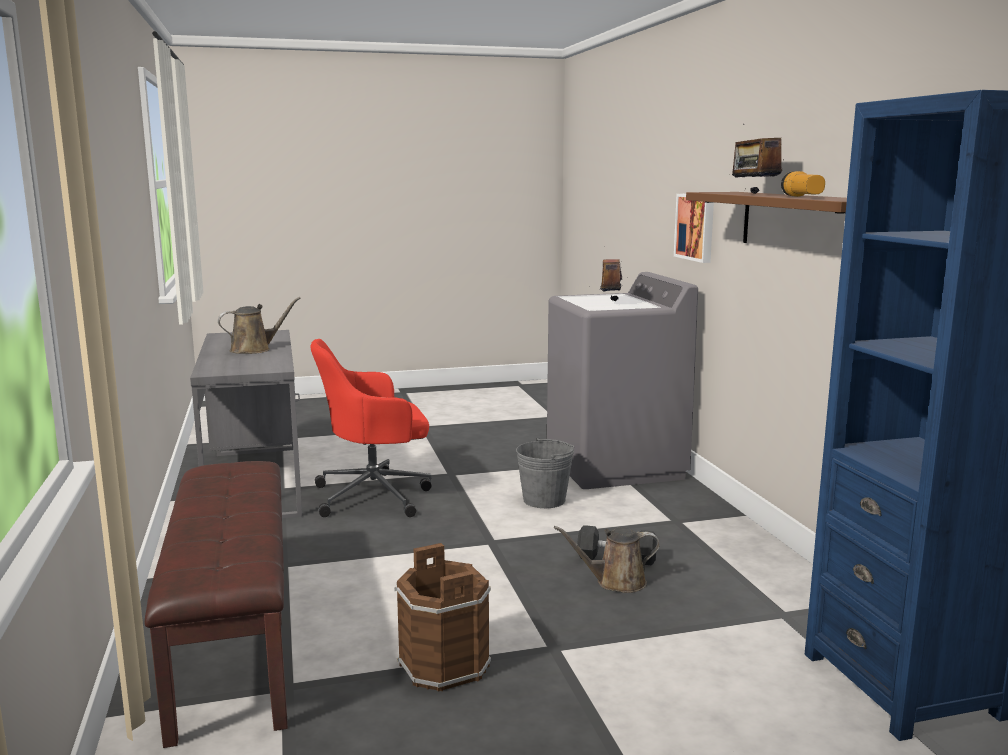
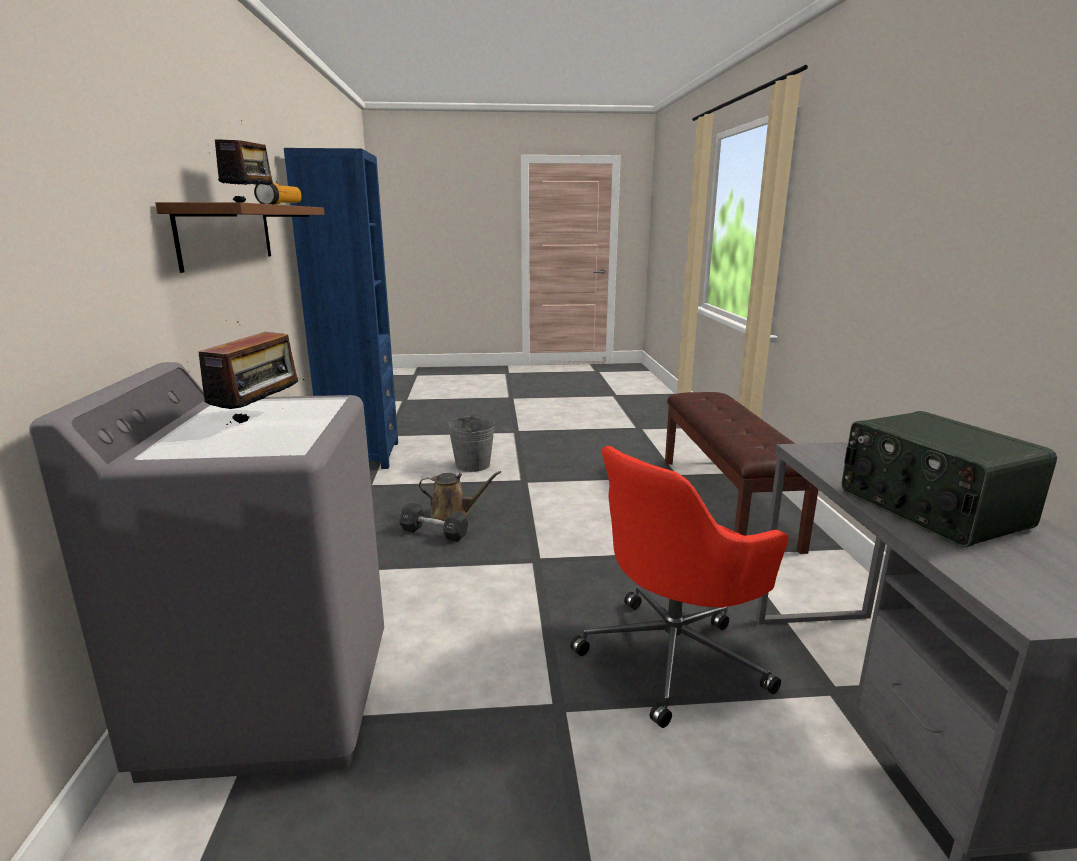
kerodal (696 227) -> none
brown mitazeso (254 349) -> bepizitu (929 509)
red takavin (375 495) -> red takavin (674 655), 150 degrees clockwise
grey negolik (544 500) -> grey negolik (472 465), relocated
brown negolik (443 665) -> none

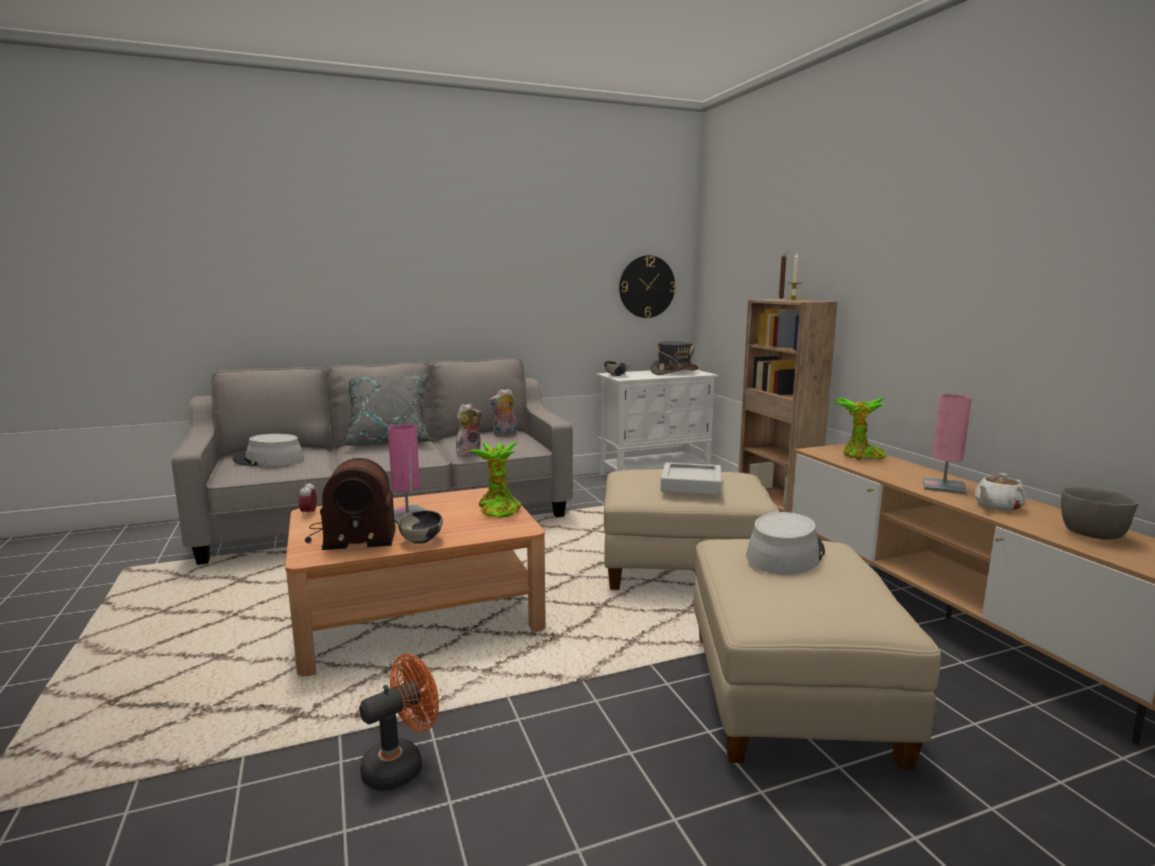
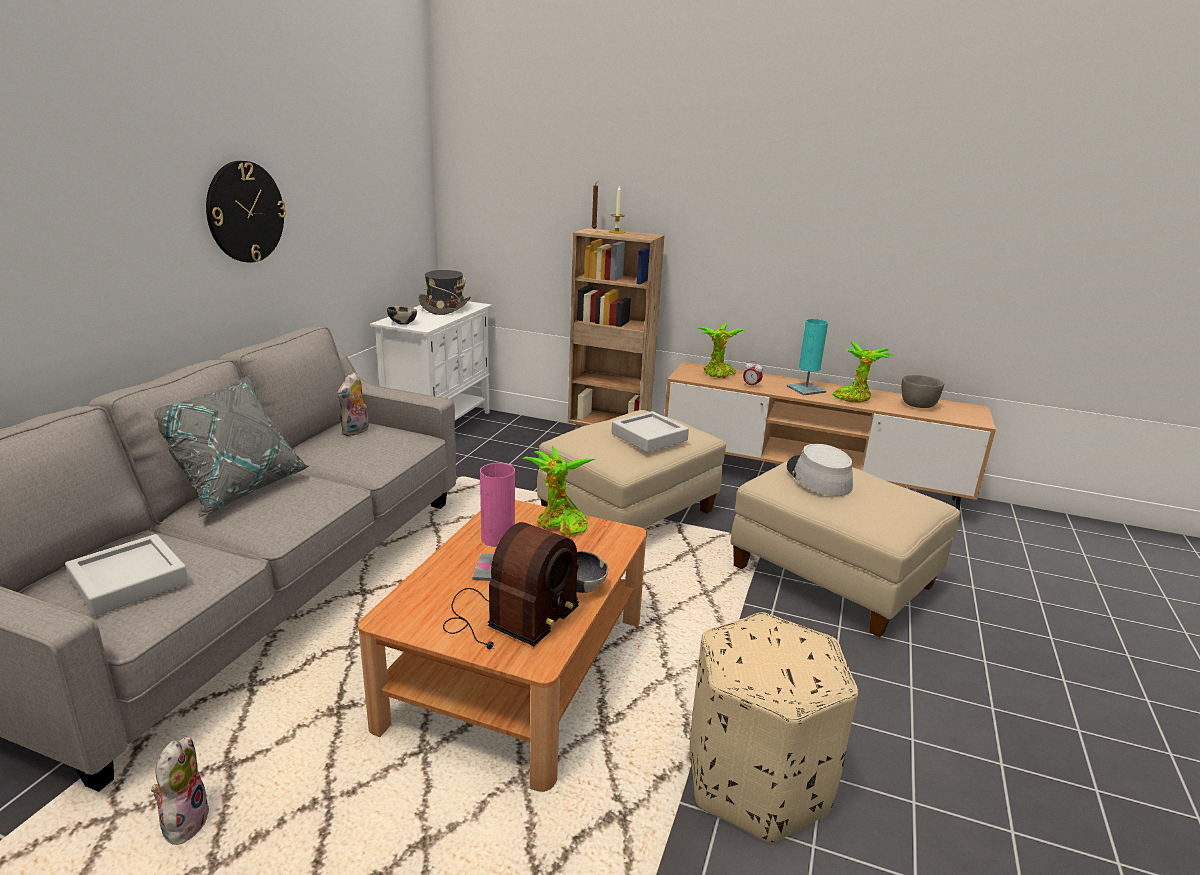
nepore (646 286) -> nepore (245 212), relocated
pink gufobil (943 486) -> turquoise gufobil (806 389)
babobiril (468 453) -> babobiril (185 821), relocated
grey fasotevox (268 460) -> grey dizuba (129 581)
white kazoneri (997 506) -> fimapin (854 398)
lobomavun (309 513) -> lobomavun (751 386), relocated
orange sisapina (401 765) -> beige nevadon (755 781)

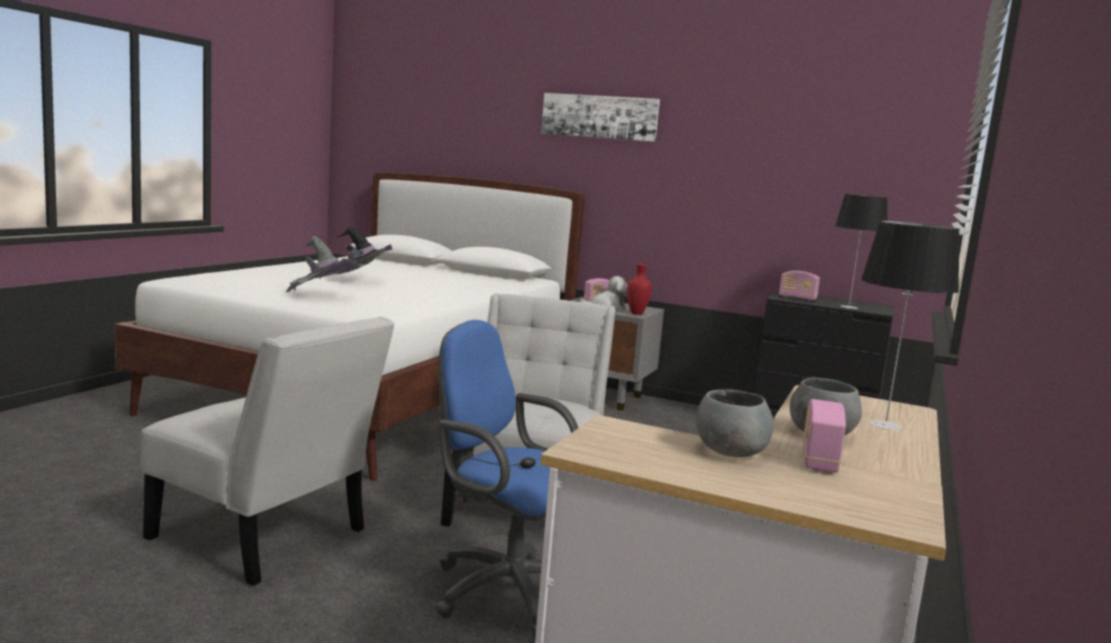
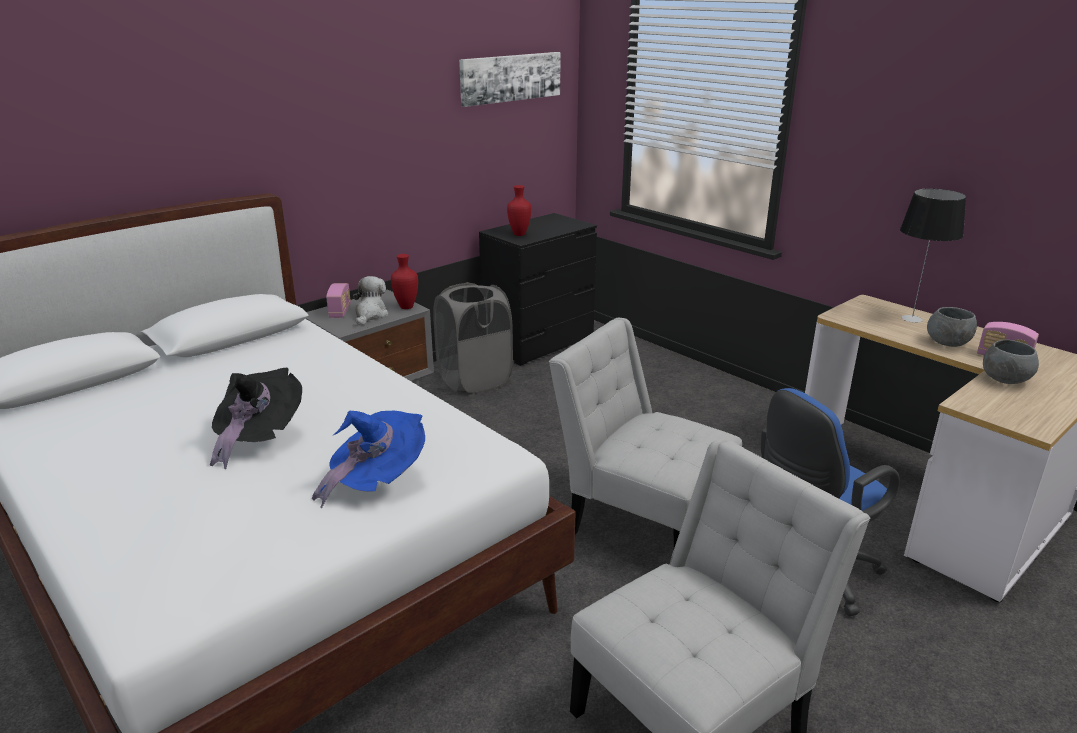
kerodal (599 117) -> kerodal (510 78), relocated
gufobil (849 307) -> none
grey fasotevox (323 297) -> blue fasotevox (376 480)
bepizitu (797 298) -> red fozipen (519 234)
none -> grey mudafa (474 380)

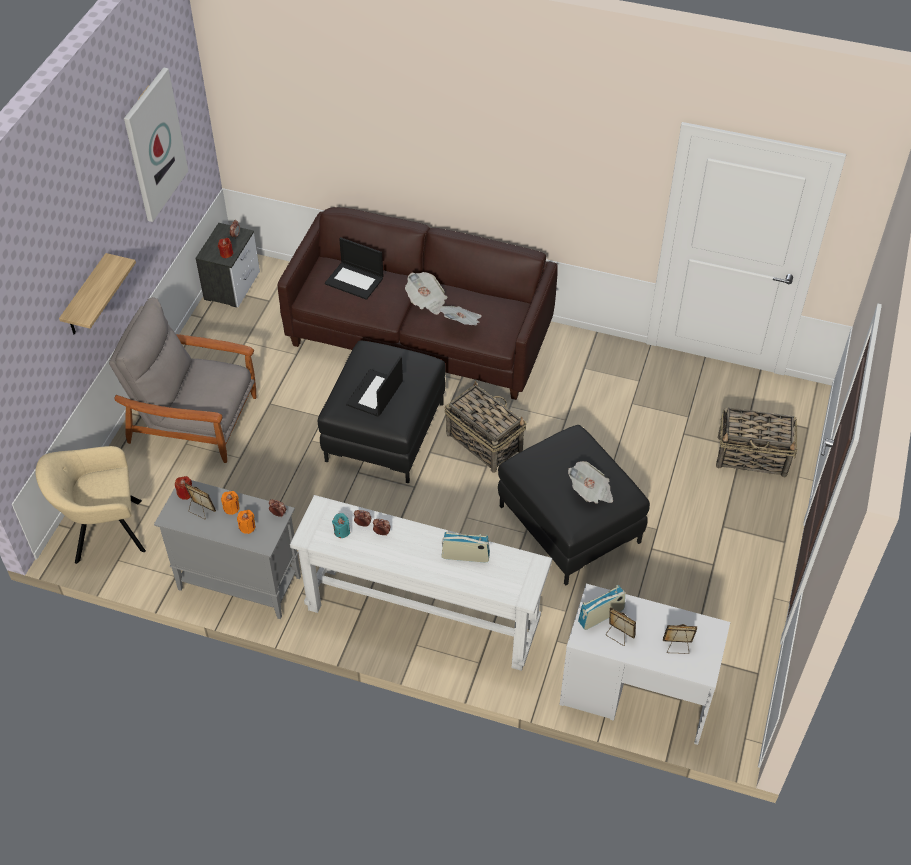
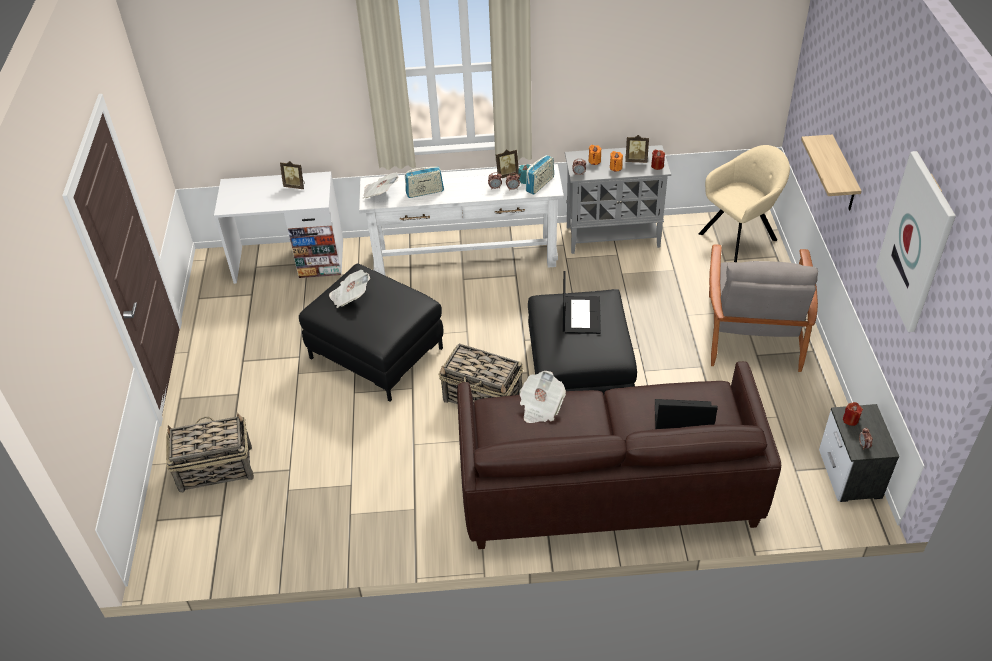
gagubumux (426 301) -> gagubumux (380 194), relocated
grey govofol (194 420) -> grey govofol (753 331), 105 degrees clockwise
bepizitu (601 616) -> bepizitu (540 184), relocated
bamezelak (677 647) -> bamezelak (506 174), relocated

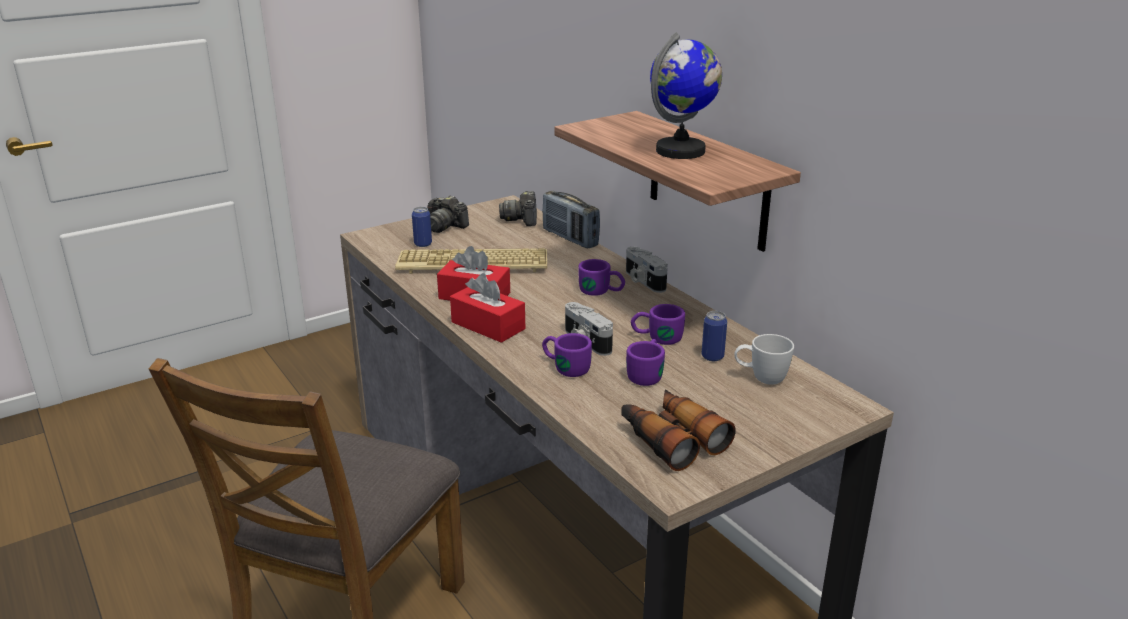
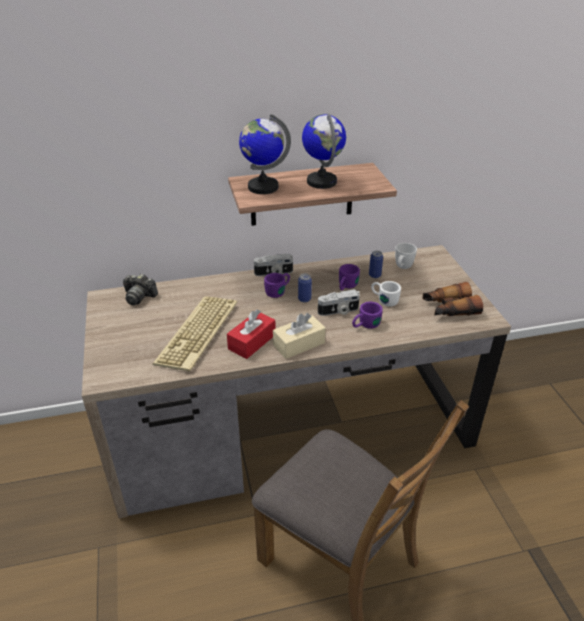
bepizitu (570 238) -> none
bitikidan (444 226) -> none
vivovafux (423 244) -> vivovafux (304 299), relocated
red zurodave (488 325) -> beige zurodave (299 344)
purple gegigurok (647 373) -> white gegigurok (383 299)
none -> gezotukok (262 187)

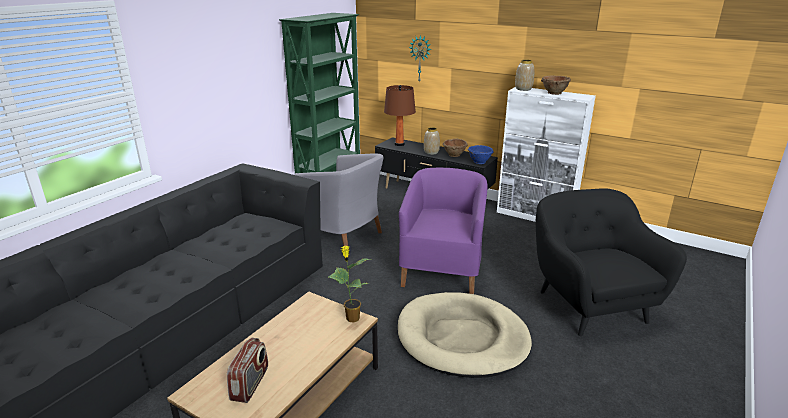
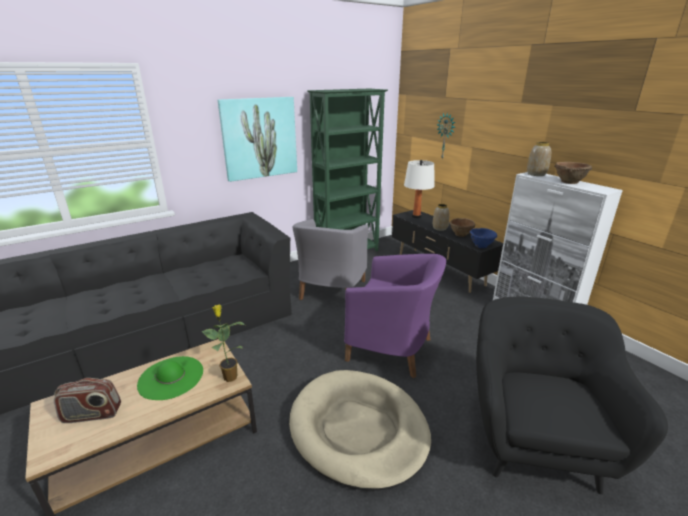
brown gufobil (399 144) -> white gufobil (416 216)
grey govofol (344 235) -> grey govofol (331 290), 45 degrees clockwise
purple govofol (442 271) -> purple govofol (392 349), 75 degrees clockwise
bepizitu (250 384) -> bepizitu (92 415), 45 degrees clockwise
none -> kerodal (259 138)
none -> green fasotevox (171 377)

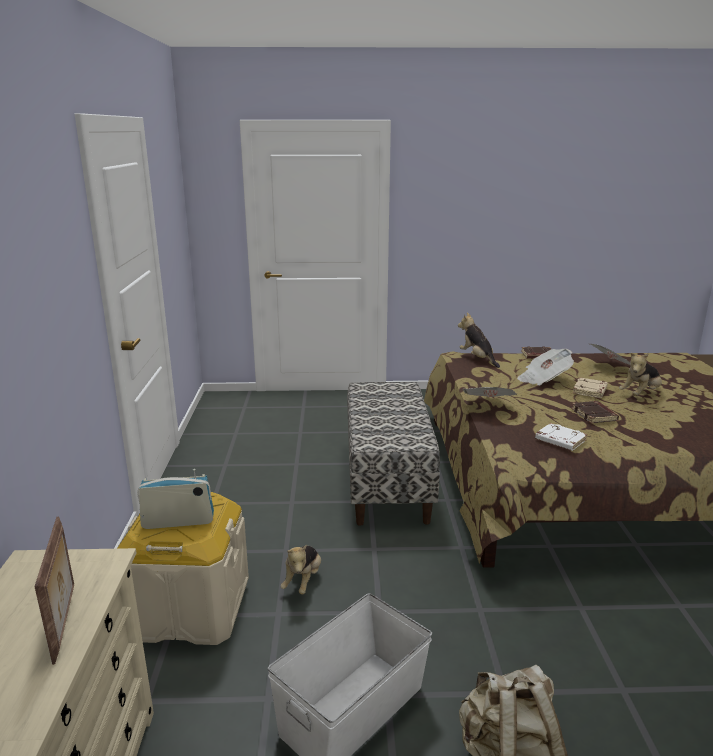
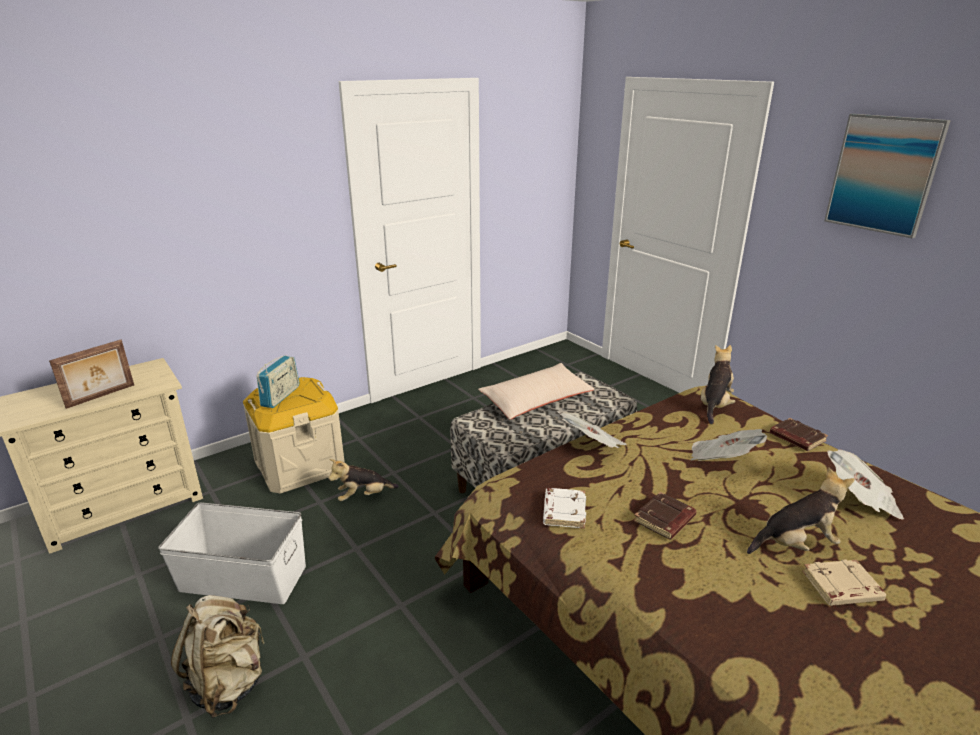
babobiril (640 394) -> babobiril (795 544), 150 degrees clockwise
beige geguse (590 391) -> beige geguse (841 588), relocated
bepizitu (178 522) -> bepizitu (281 396), 60 degrees clockwise
none -> kerodal (883 174)
none -> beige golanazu (536 400)

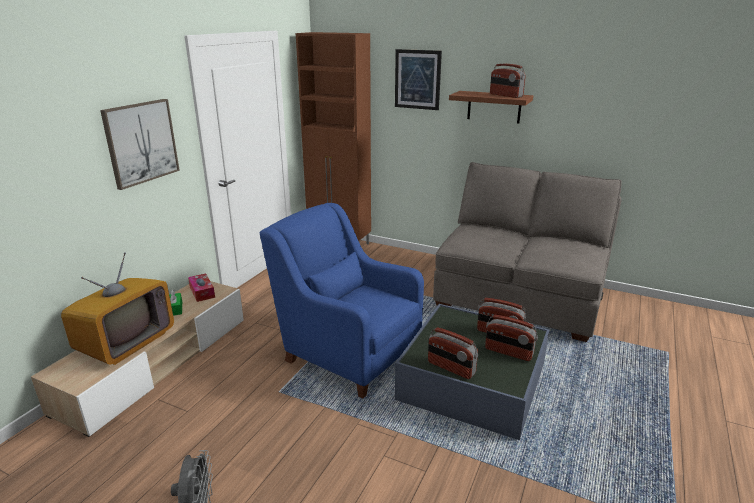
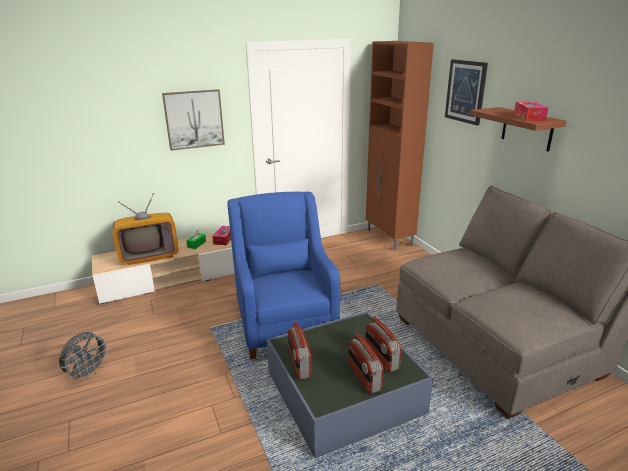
bepizitu (505 95) -> zurodave (529 117)

